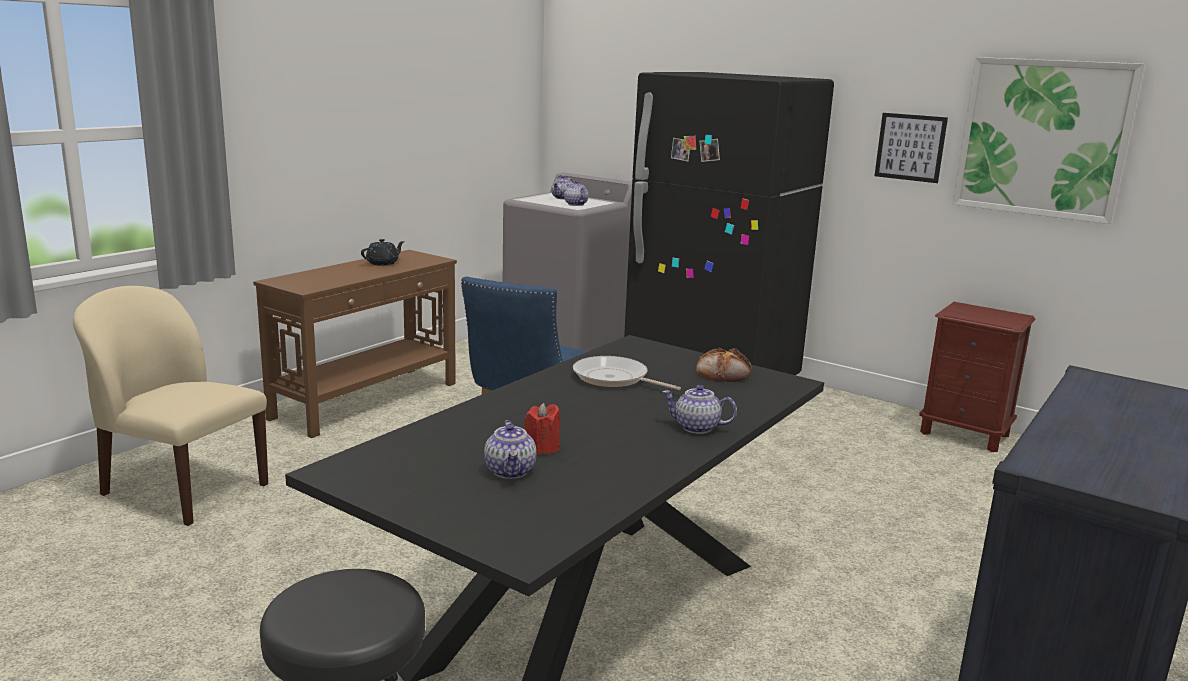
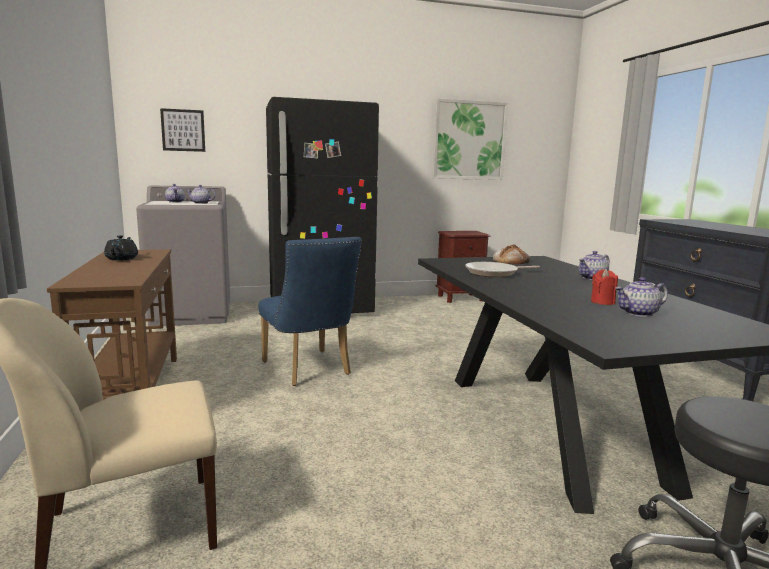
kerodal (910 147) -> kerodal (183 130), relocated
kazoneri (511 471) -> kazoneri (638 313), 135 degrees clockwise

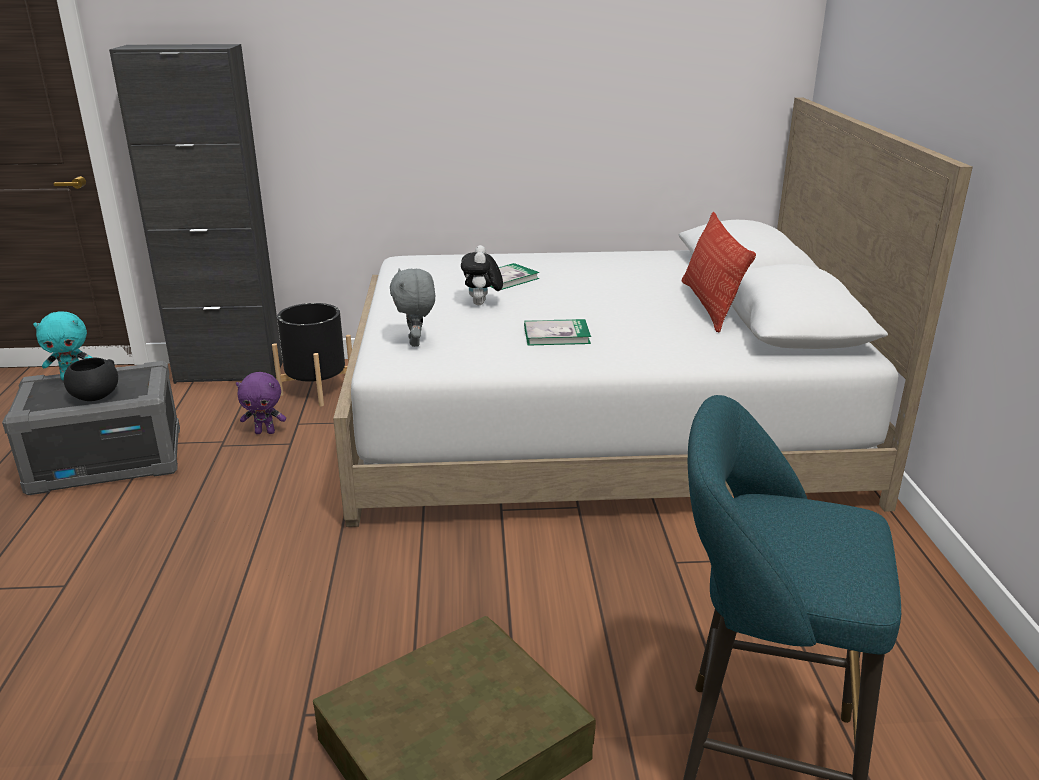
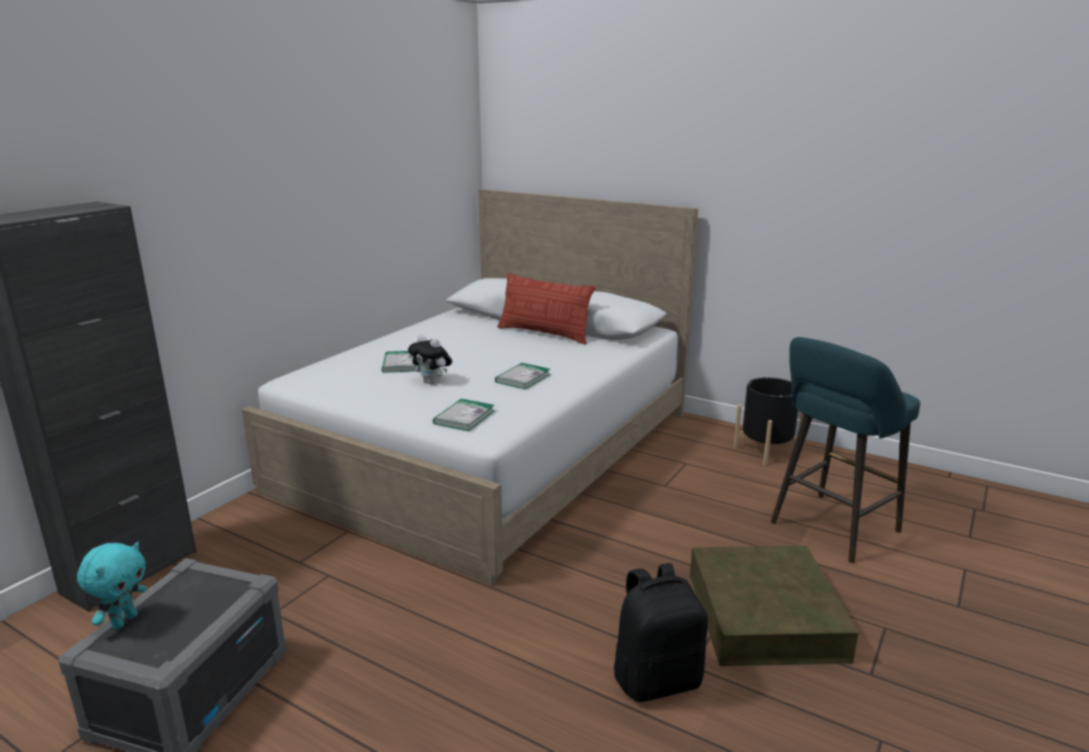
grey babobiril (416 342) -> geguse (464 417)
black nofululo (317 390) -> black nofululo (766 451), relocated
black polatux (95 396) -> none
purple babobiril (265 432) -> none
none -> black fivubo (657 679)

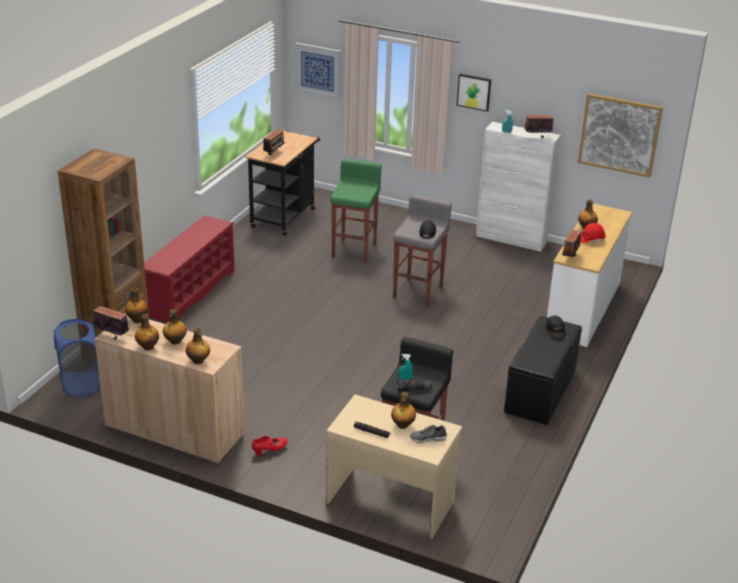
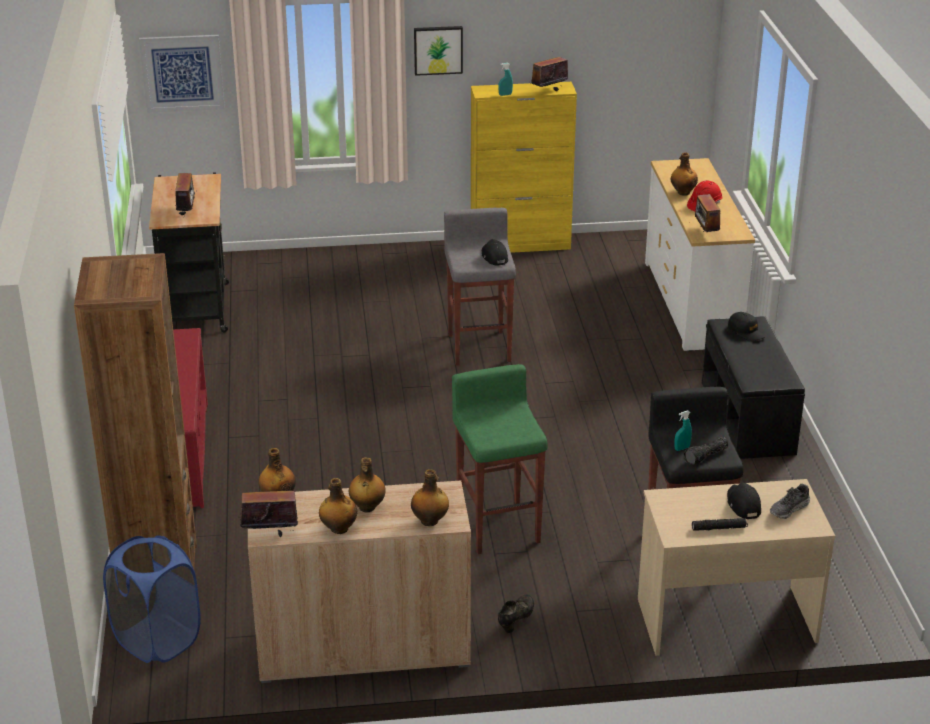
kerodal (619 135) -> none
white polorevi (511 239) -> yellow polorevi (521 245)
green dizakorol (355 250) -> green dizakorol (499 526), relocated
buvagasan (402 425) -> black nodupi (742 505)
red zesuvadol (270 450) -> black zesuvadol (516 620)

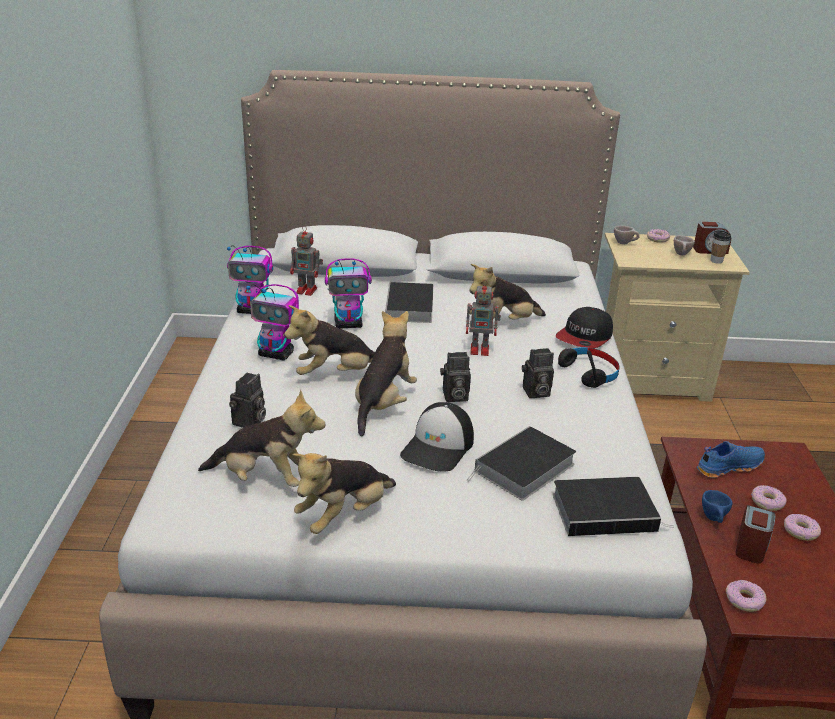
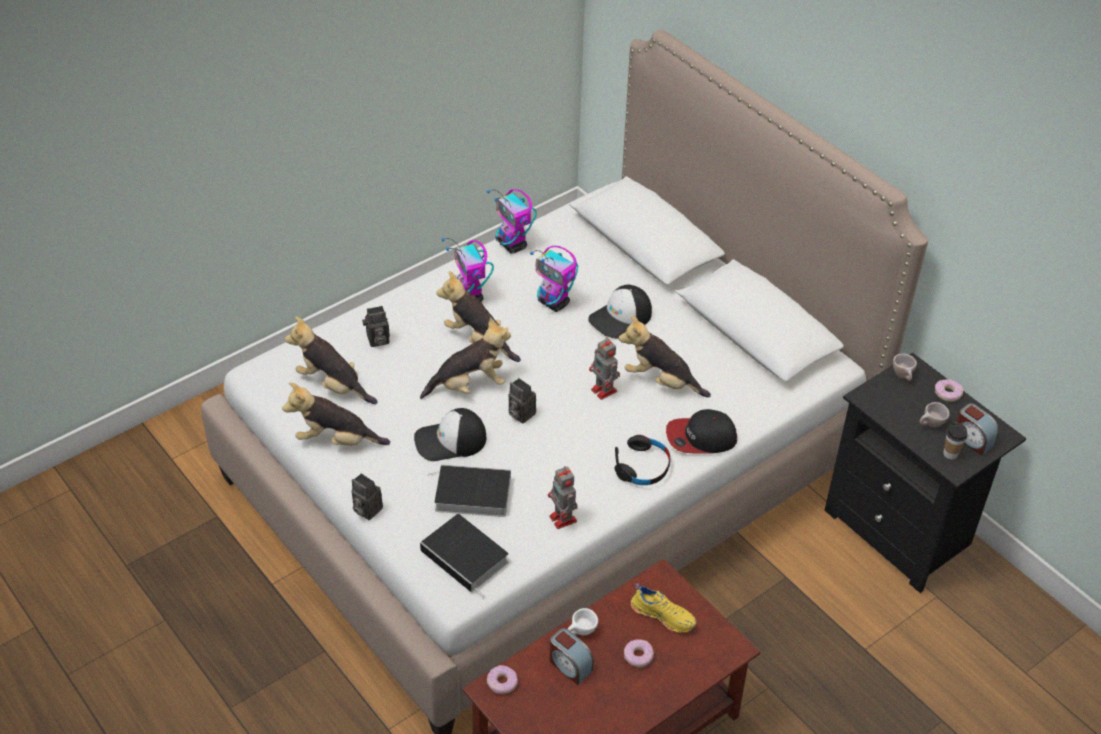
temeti (308 290) -> temeti (563 520), relocated
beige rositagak (649 379) -> black rositagak (902 530)
geguse (410 308) -> nodupi (621 318)
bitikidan (535 393) -> bitikidan (365 509), relocated
babobiril (265 478) -> babobiril (332 385), 150 degrees clockwise
blue zesuvadol (728 466) -> yellow zesuvadol (663 615)
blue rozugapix (714 519) -> white rozugapix (581 633)
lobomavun (751 546) -> lobomavun (569 665), 60 degrees clockwise
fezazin (800 531) -> none

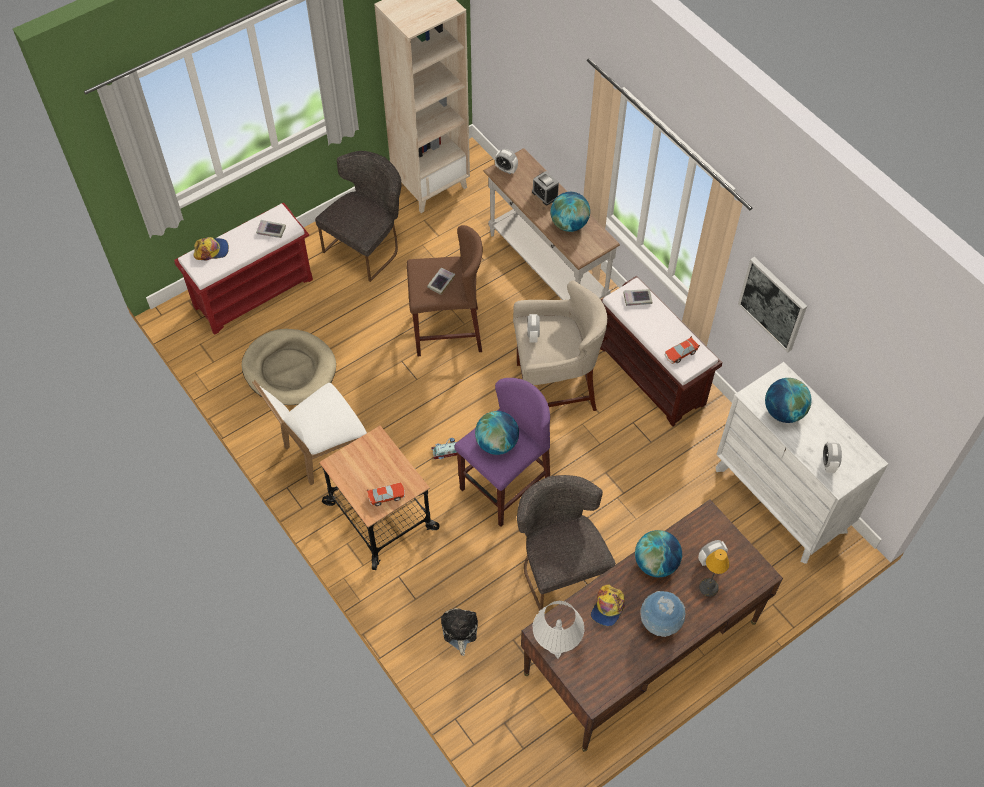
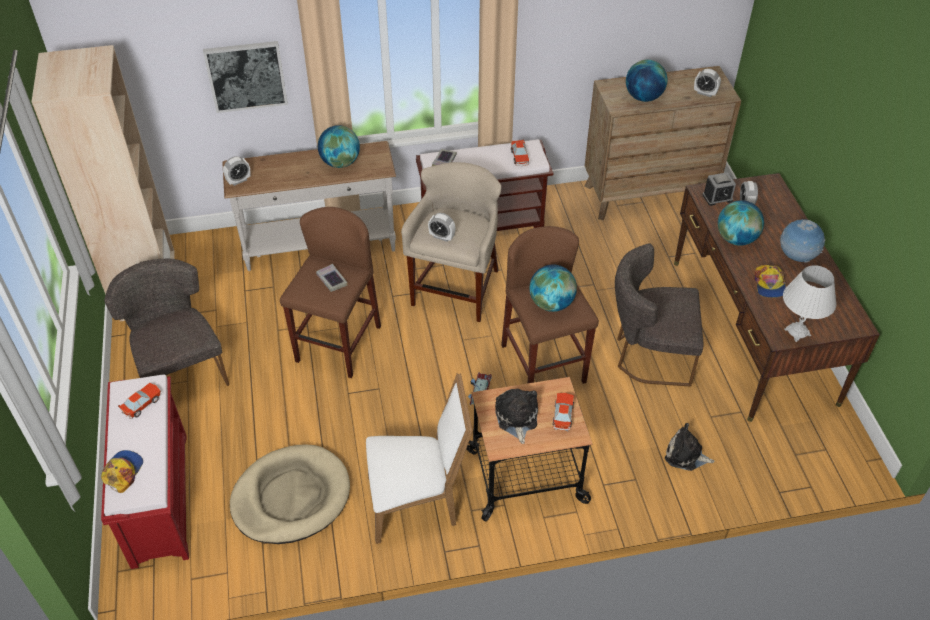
lobomavun (545 194) -> lobomavun (717 197), relocated
geguse (271 230) -> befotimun (142 404)
kerodal (773 303) -> kerodal (246 76), relocated
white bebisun (780 499) -> brown bebisun (648 194)
purple dizakorol (504 486) -> brown dizakorol (543 364)
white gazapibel (322 451) -> white gazapibel (417 502), 90 degrees counterclockwise
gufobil (708 587) -> none
nodupi (607 607) -> nodupi (769 284), 45 degrees clockwise
none -> babobiril (516 418)

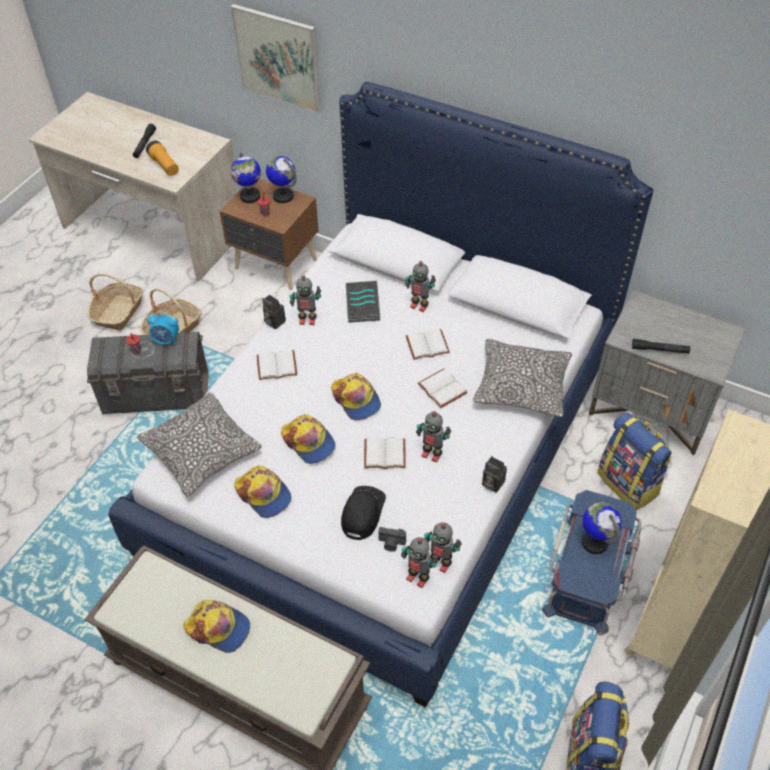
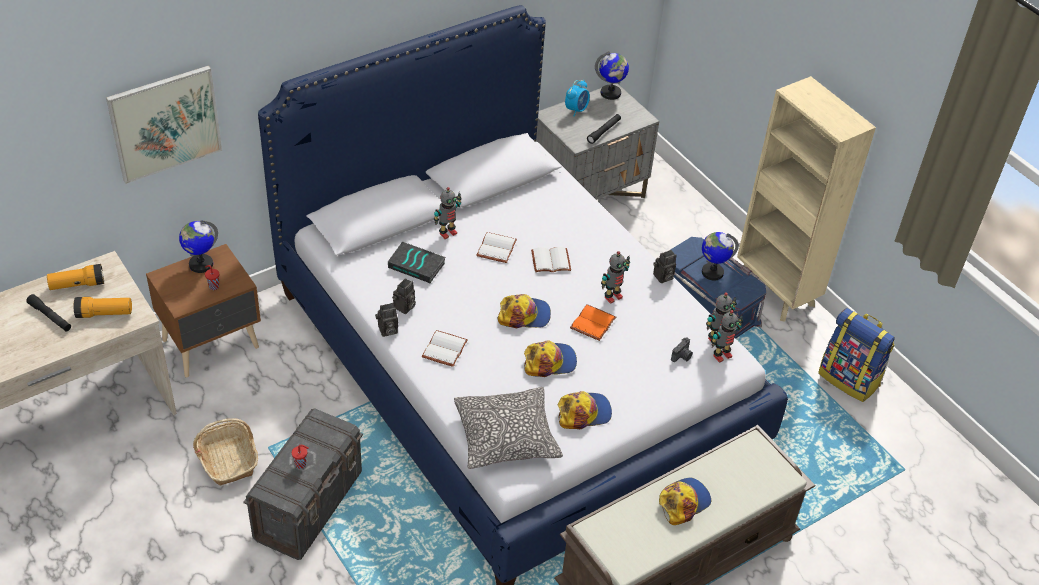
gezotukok (250 196) -> gezotukok (610 93), relocated
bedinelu (118 312) -> none
temeti (307 320) -> bitikidan (404 307)
lobomavun (166 340) -> lobomavun (576 110), relocated
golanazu (521 386) -> none
fivubo (629 483) -> none
white geguse (384 455) -> orange geguse (593 324)
black nodupi (362 513) -> none
none -> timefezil (77 285)

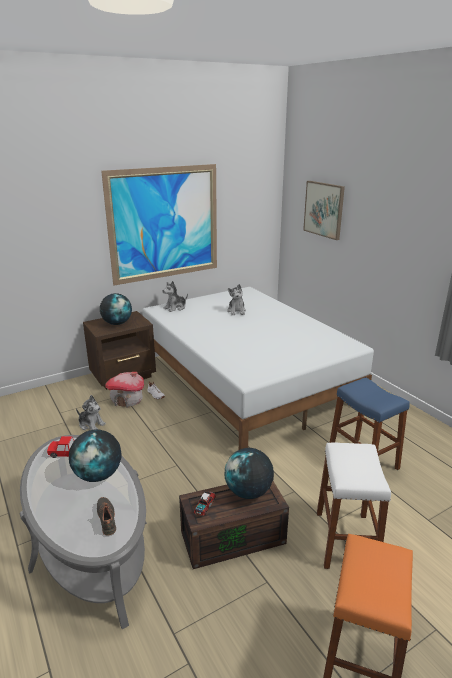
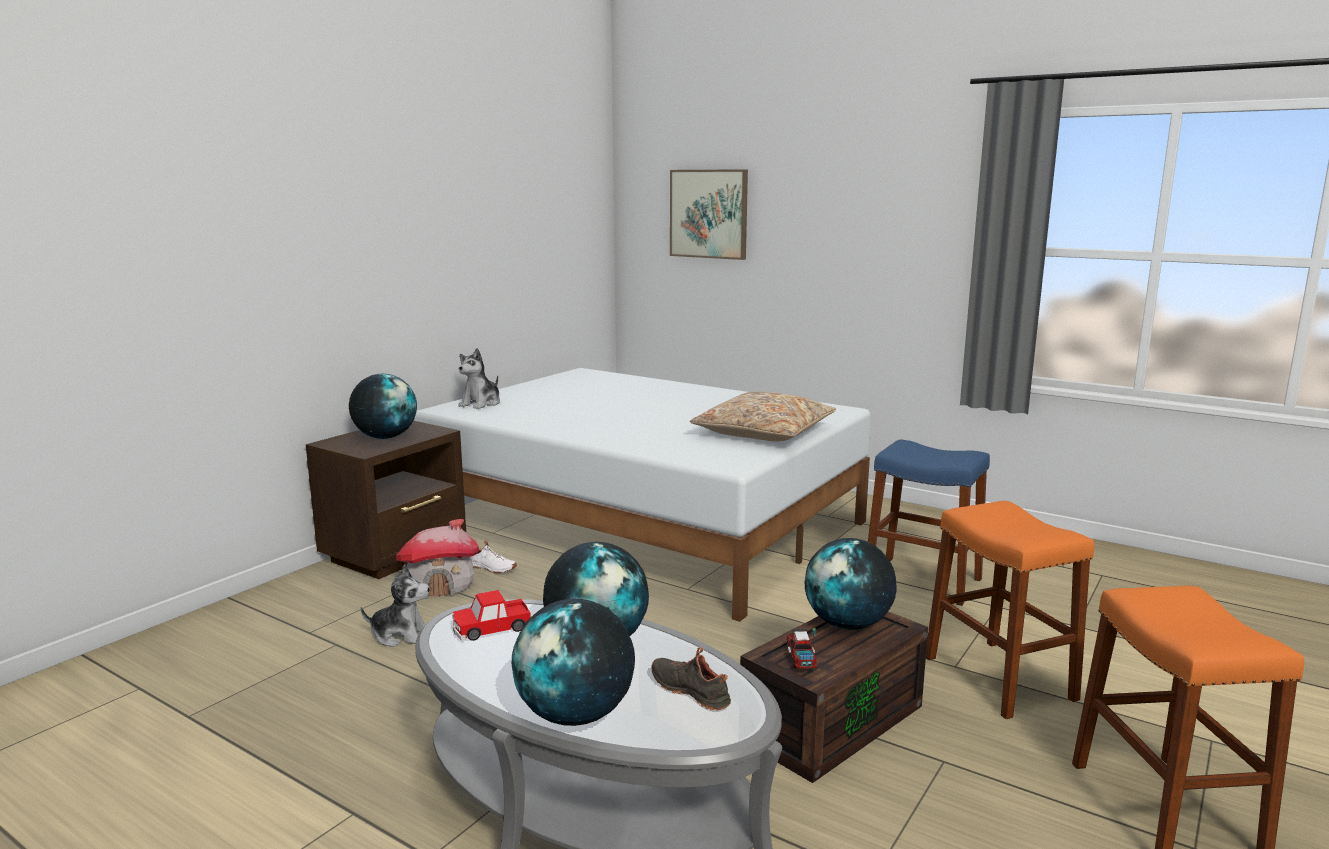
kerodal (164 224) -> none
babobiril (236 311) -> none
white dizakorol (345 540) -> orange dizakorol (999 678)
none -> beige golanazu (763 432)
none -> gezotukok (576 715)

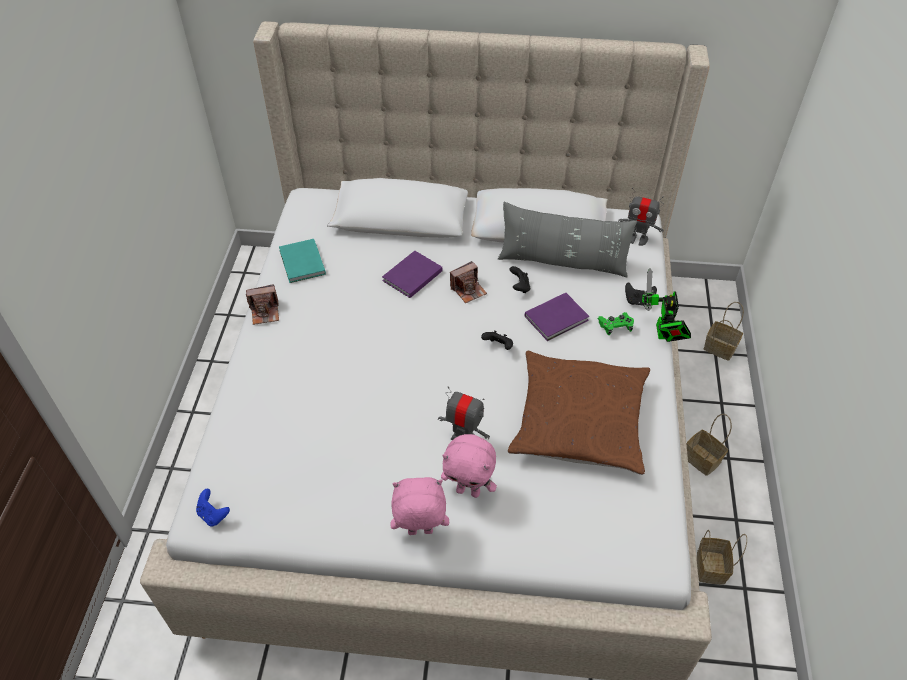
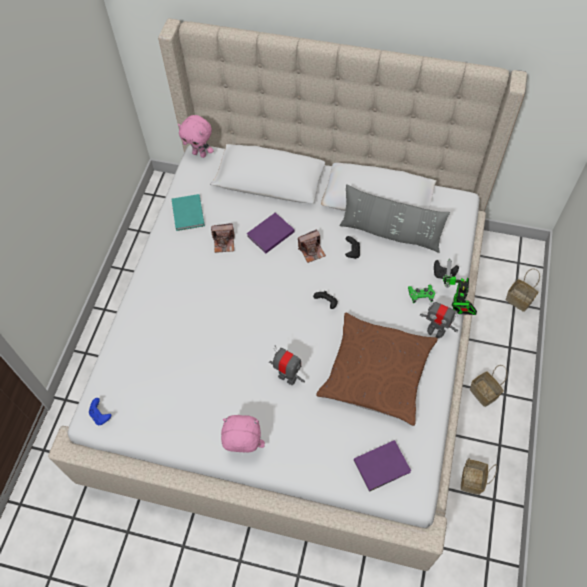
temeti (637 239) -> temeti (436 330), relocated
bitikidan (265 312) -> bitikidan (224 242), relocated
purple geguse (558 318) -> purple geguse (383 466), relocated
pink babobiril (469 490) -> pink babobiril (200 154), relocated

